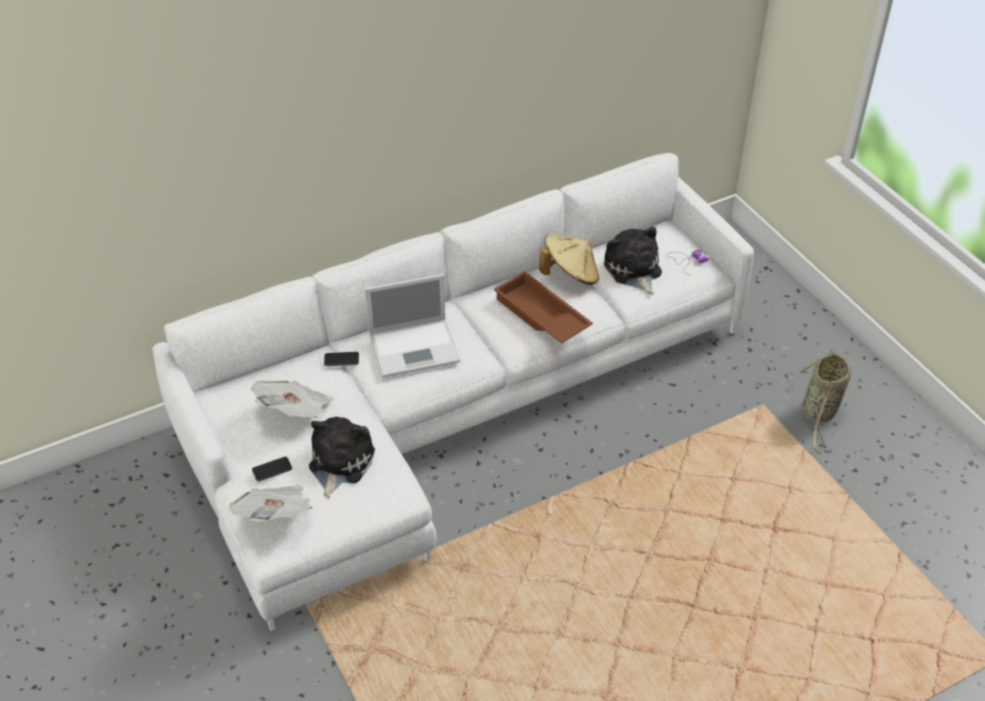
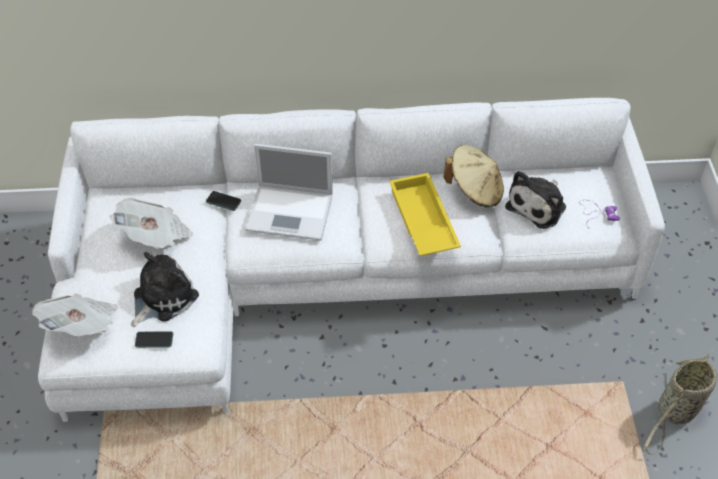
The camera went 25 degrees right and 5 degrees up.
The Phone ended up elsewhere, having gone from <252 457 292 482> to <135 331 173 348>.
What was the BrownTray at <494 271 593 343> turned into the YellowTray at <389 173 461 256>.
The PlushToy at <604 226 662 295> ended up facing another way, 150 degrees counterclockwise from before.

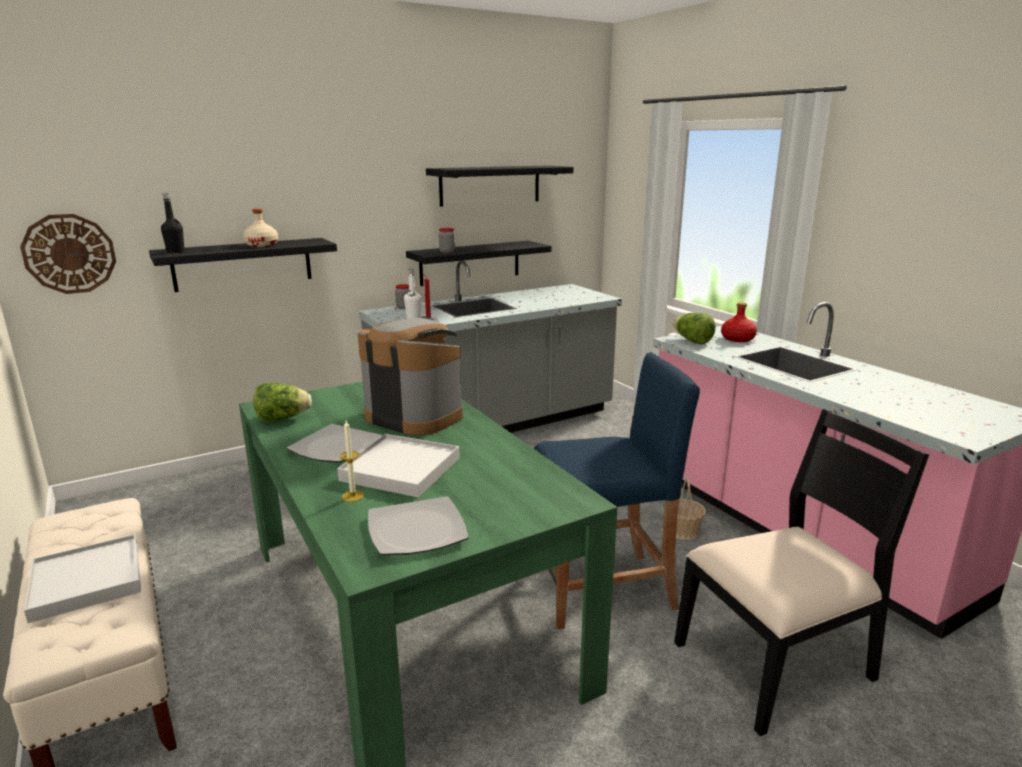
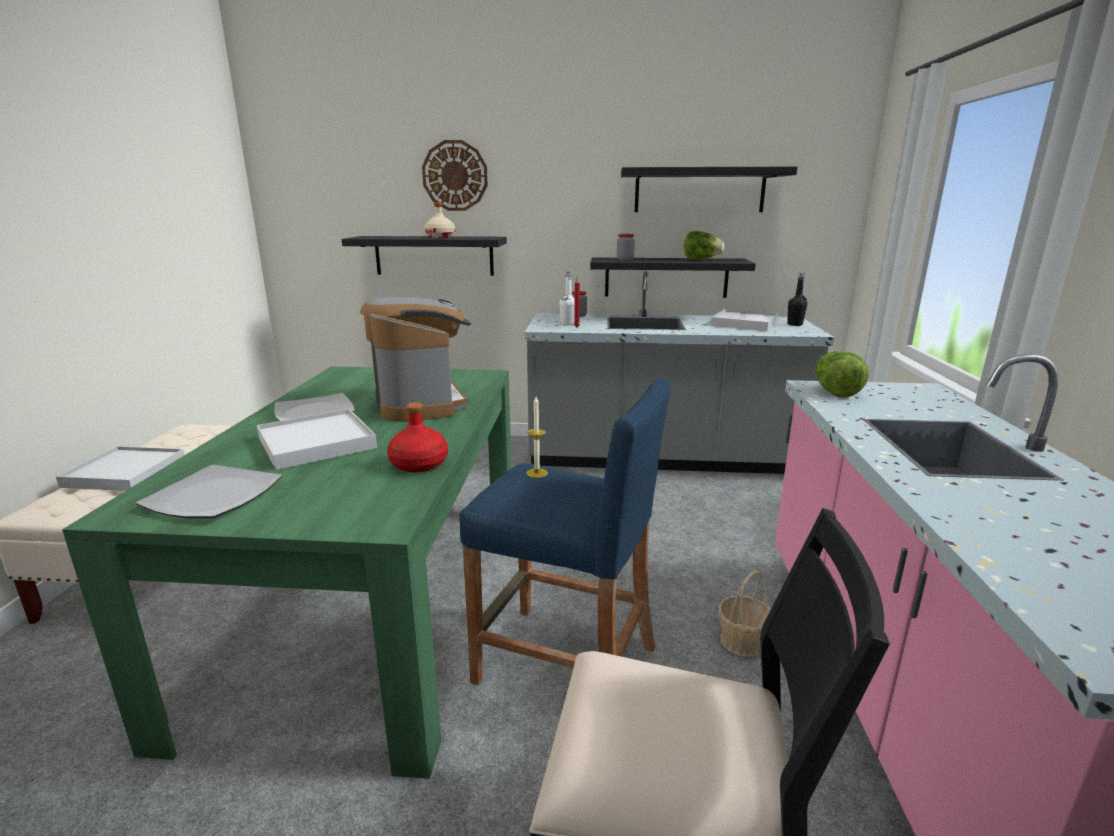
The camera went 35 degrees right and 0 degrees up.
The second view gained the WhiteTray at <711 309 778 331>.
The WallClock ended up elsewhere, having gone from <20 214 116 294> to <422 140 488 211>.
The BlackBottle ended up elsewhere, having gone from <161 193 184 253> to <787 272 807 326>.
The Lettuce ended up elsewhere, having gone from <254 383 312 422> to <684 231 724 260>.
The Candle ended up elsewhere, having gone from <340 421 364 502> to <526 397 548 478>.
The RedBottle ended up elsewhere, having gone from <721 302 757 342> to <387 402 448 472>.

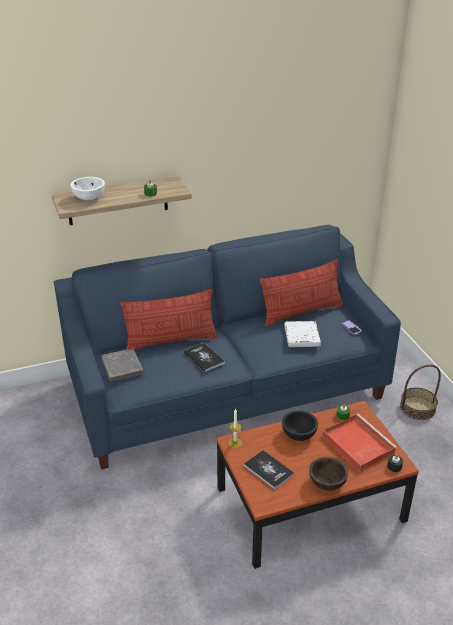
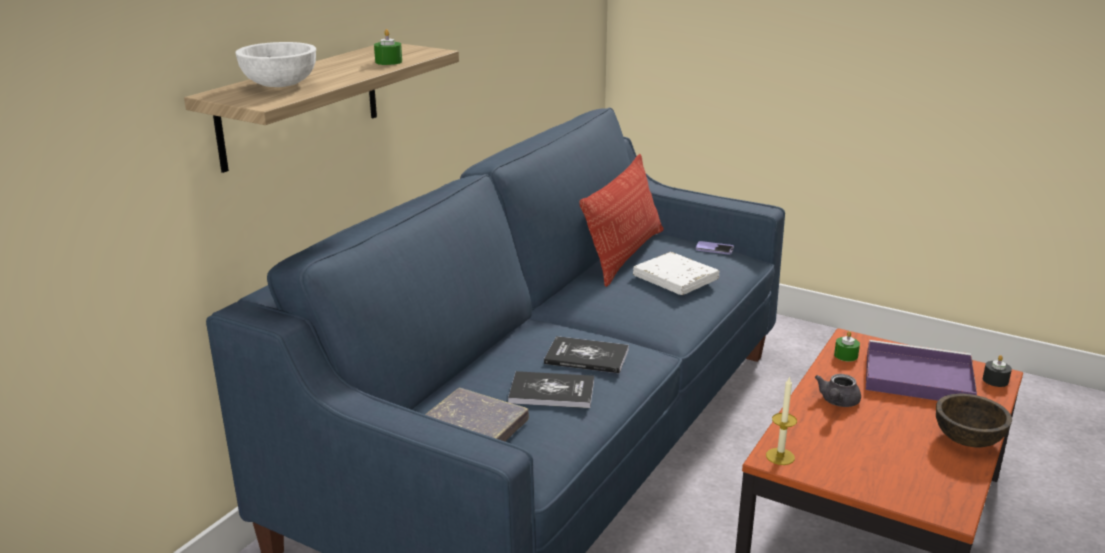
The camera went 40 degrees left and 10 degrees down.
The second view lost the Pillow at <120 289 218 350>.
The second view lost the Basket at <400 365 441 420>.
The Book ended up elsewhere, having gone from <244 450 294 490> to <508 371 594 408>.
Where the BlackBowl stood at <282 410 318 441>, the GreyTeapot came to stand at <815 374 861 407>.
What was the RedTray at <322 414 397 471> turned into the PurpleTray at <866 340 977 401>.

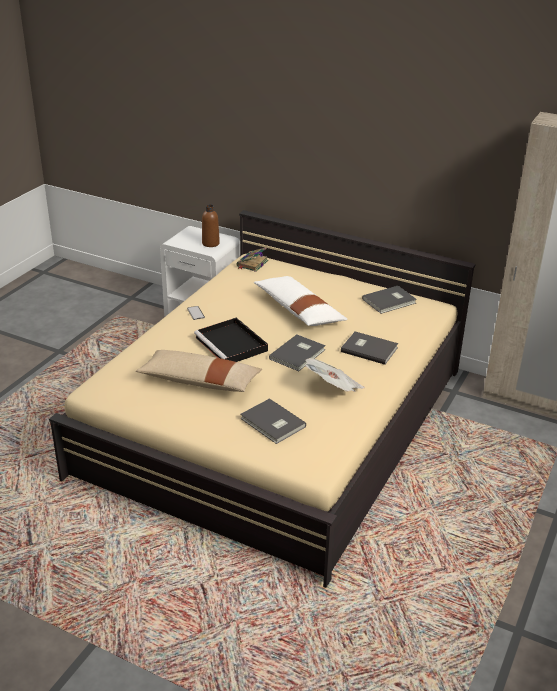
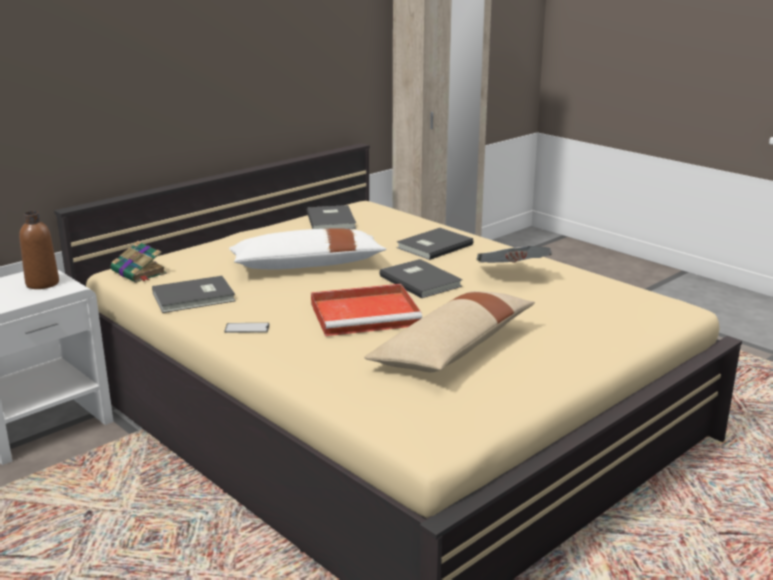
The camera went 70 degrees left and 10 degrees down.
The GreyBook ended up elsewhere, having gone from <240 398 306 444> to <152 276 236 313>.
What was the BlackTray at <194 318 268 362> turned into the RedTray at <311 284 422 336>.

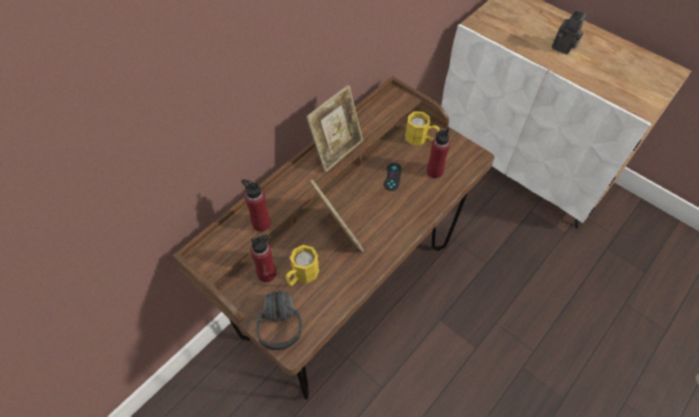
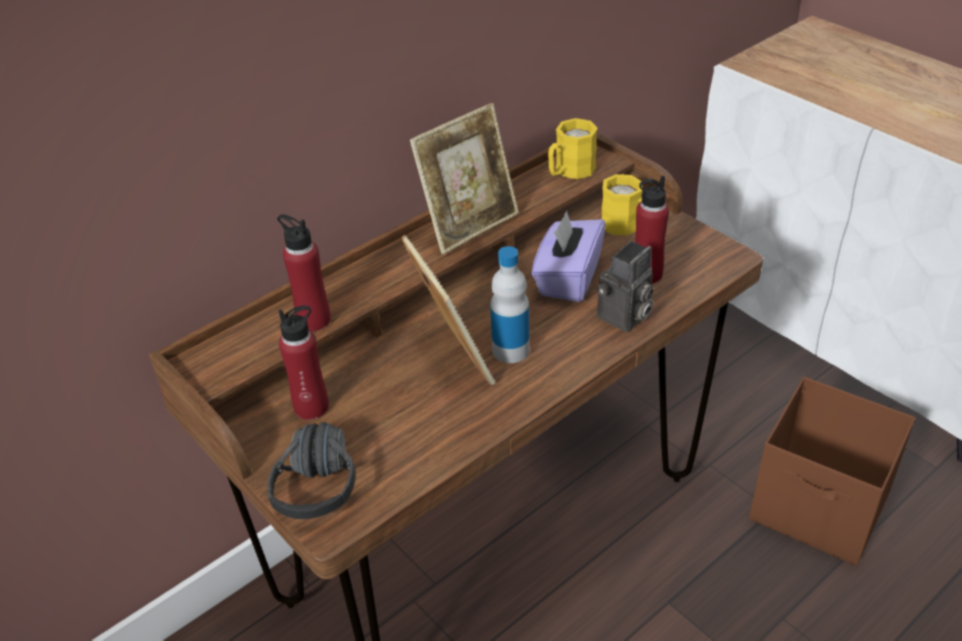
The camera went 10 degrees right and 15 degrees down.
The second view gained the Bottle at <490 246 530 363>.
The second view gained the BrownStorageBox at <749 376 916 566>.
The YellowMug ended up elsewhere, having gone from <286 245 319 286> to <548 118 598 179>.
The PhotoCamera ended up elsewhere, having gone from <552 10 586 54> to <597 241 654 332>.
Where the BlackGameController stood at <384 163 402 191>, the PurpleTissueBox came to stand at <532 211 606 302>.

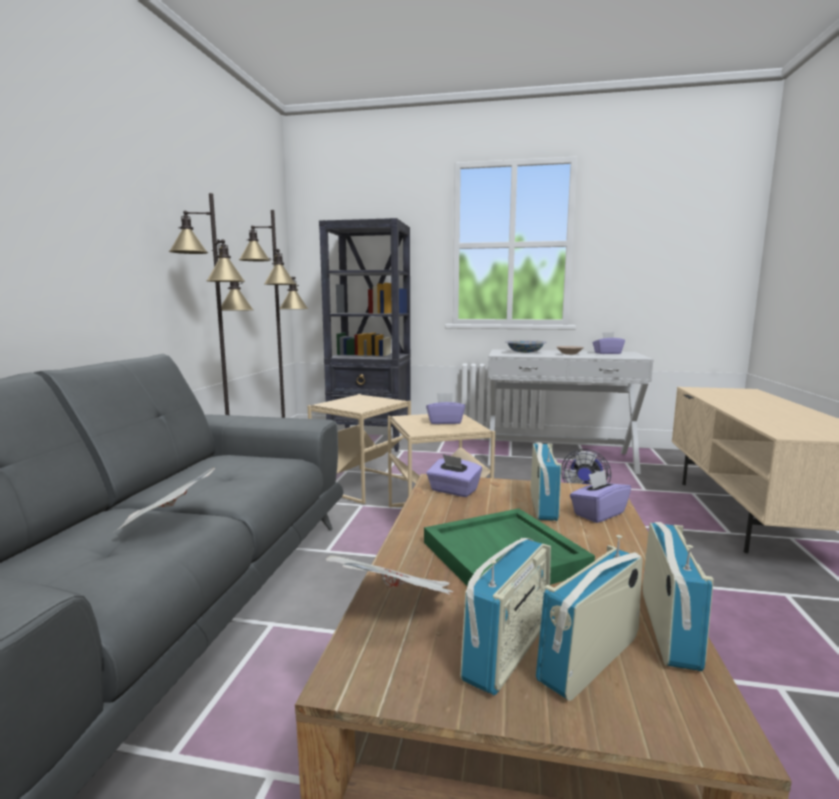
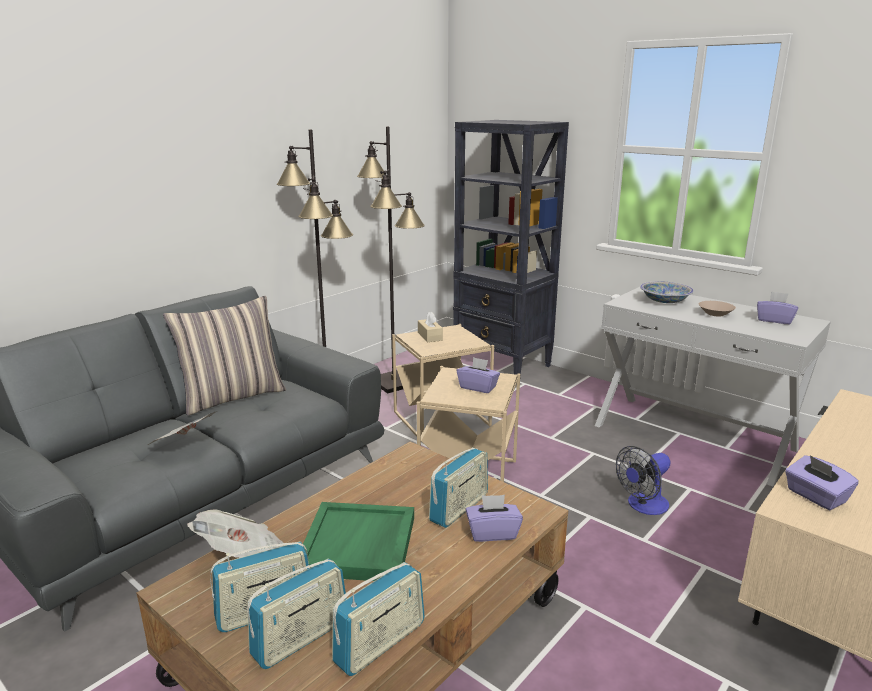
The camera went 30 degrees right and 10 degrees up.
The second view gained the Pillow at <163 296 286 416>.
The second view gained the BeigeTissueBox at <418 312 443 342>.
The PurpleTissueBox ended up elsewhere, having gone from <427 454 482 497> to <785 455 859 510>.
The Radio at <536 535 643 701> ended up facing another way, 150 degrees clockwise from before.

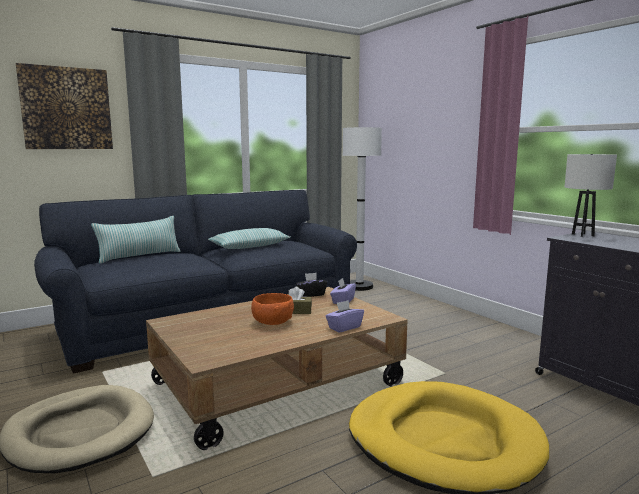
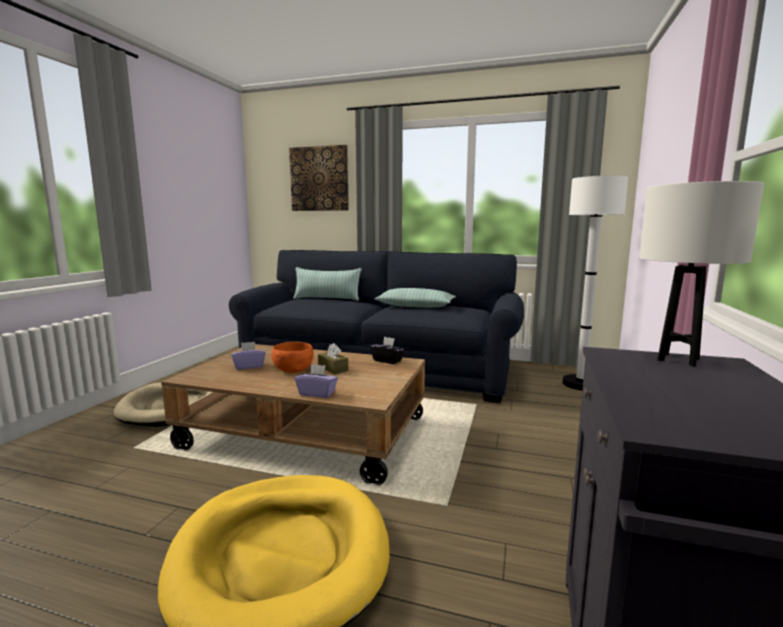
The camera went 50 degrees right and 0 degrees up.
The PurpleTissueBox ended up elsewhere, having gone from <330 278 356 304> to <232 342 265 370>.

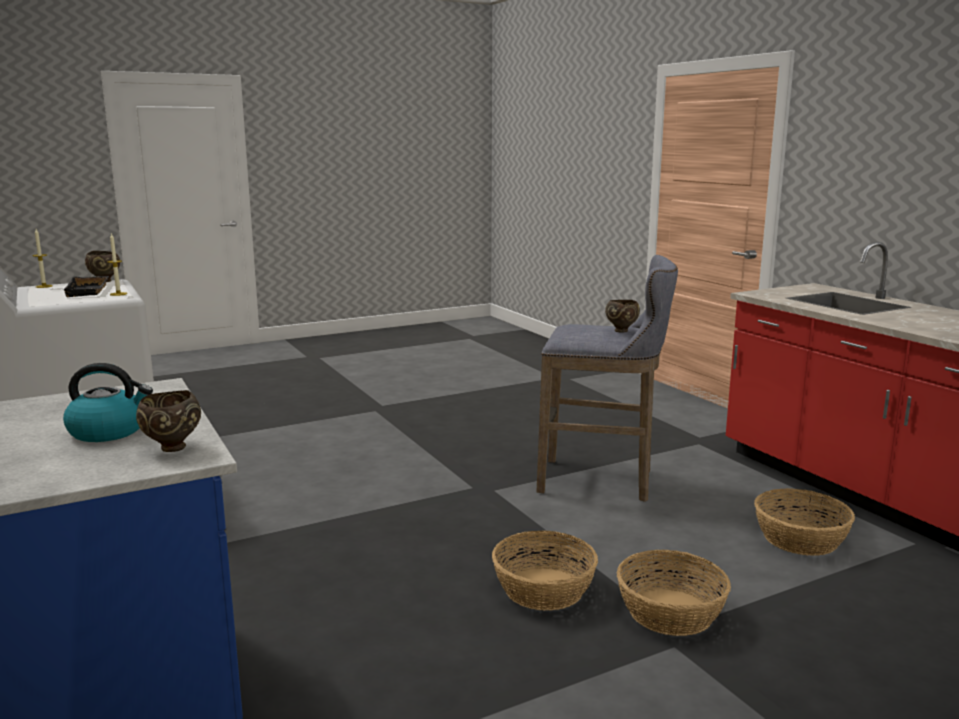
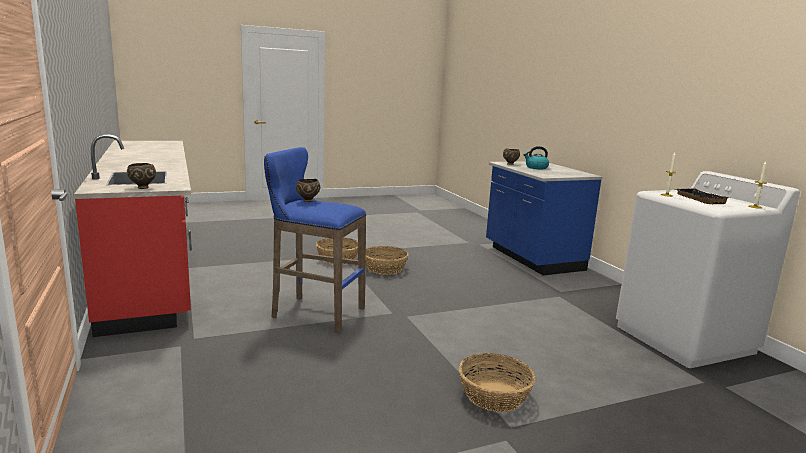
The camera went 175 degrees left and 0 degrees up.
The BrownBowl ended up elsewhere, having gone from <85 251 120 282> to <127 163 156 189>.
The Basket ended up elsewhere, having gone from <754 488 855 556> to <459 353 535 412>.
What was the GreyStool at <536 255 678 502> turned into the BlueStool at <264 147 366 333>.

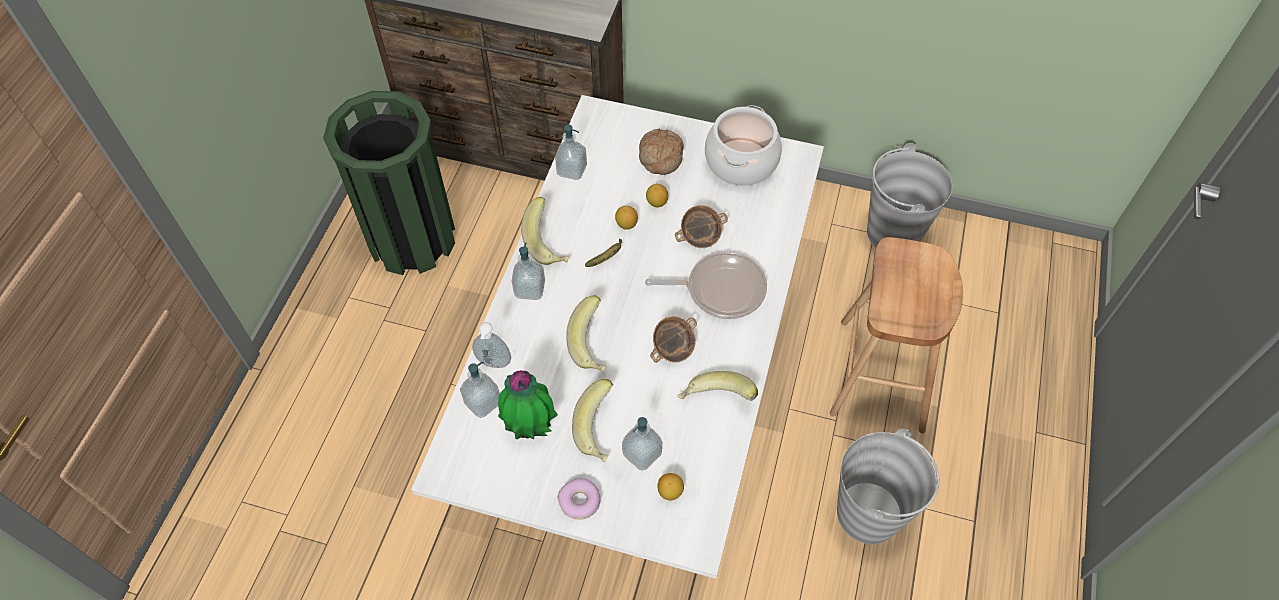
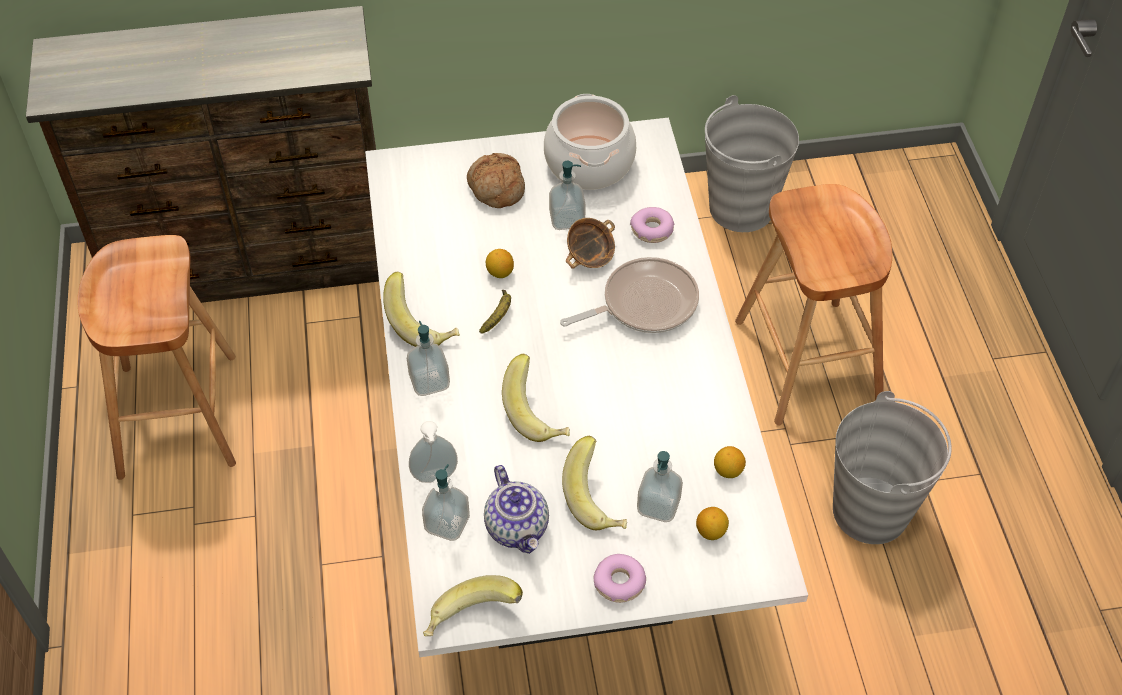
The camera went 25 degrees left and 5 degrees down.
The second view lost the Bowl at <650 316 697 363>.
The second view gained the Donut at <630 207 675 243>.
The SoapDispenser ended up elsewhere, having gone from <555 125 587 180> to <549 161 586 230>.
The Lemon ended up elsewhere, having gone from <646 184 668 207> to <714 446 746 478>.
The Banana ended up elsewhere, having gone from <678 371 758 401> to <423 575 523 636>.
Where the GreenTrashCan stood at <323 91 455 275>, the BrownStool came to stand at <77 235 236 480>.
Where the PottedPlant stood at <498 370 558 439>, the Teapot came to stand at <484 465 549 554>.

